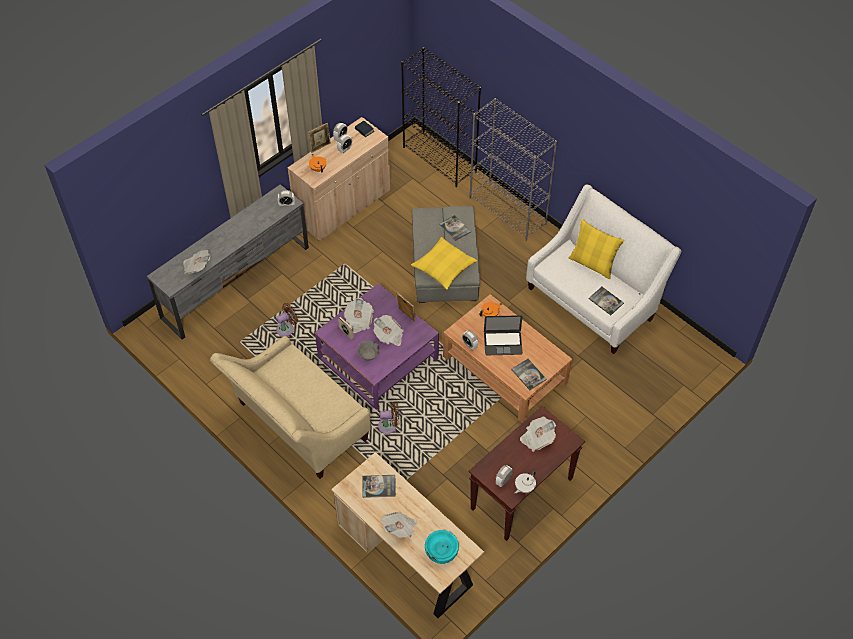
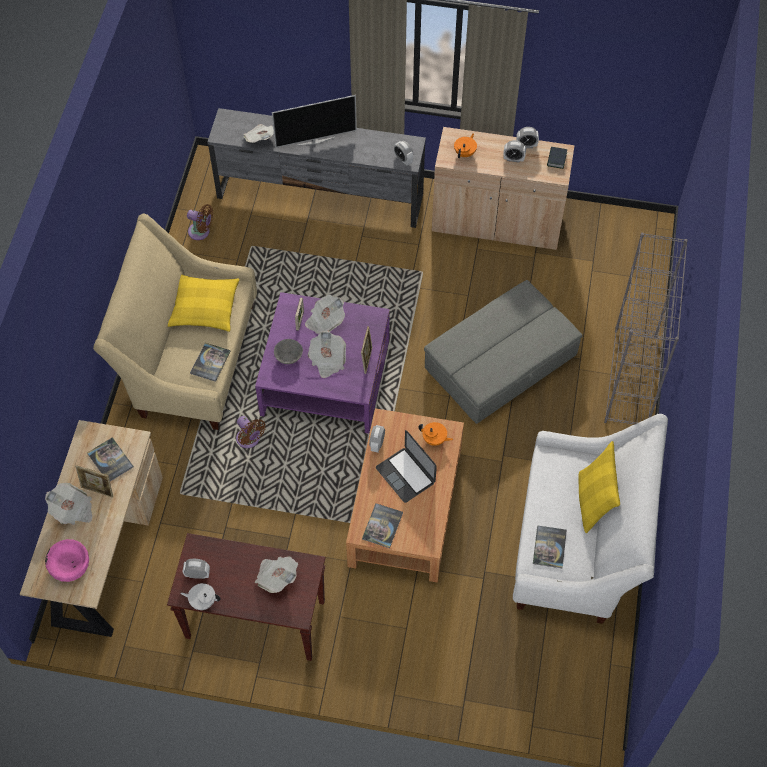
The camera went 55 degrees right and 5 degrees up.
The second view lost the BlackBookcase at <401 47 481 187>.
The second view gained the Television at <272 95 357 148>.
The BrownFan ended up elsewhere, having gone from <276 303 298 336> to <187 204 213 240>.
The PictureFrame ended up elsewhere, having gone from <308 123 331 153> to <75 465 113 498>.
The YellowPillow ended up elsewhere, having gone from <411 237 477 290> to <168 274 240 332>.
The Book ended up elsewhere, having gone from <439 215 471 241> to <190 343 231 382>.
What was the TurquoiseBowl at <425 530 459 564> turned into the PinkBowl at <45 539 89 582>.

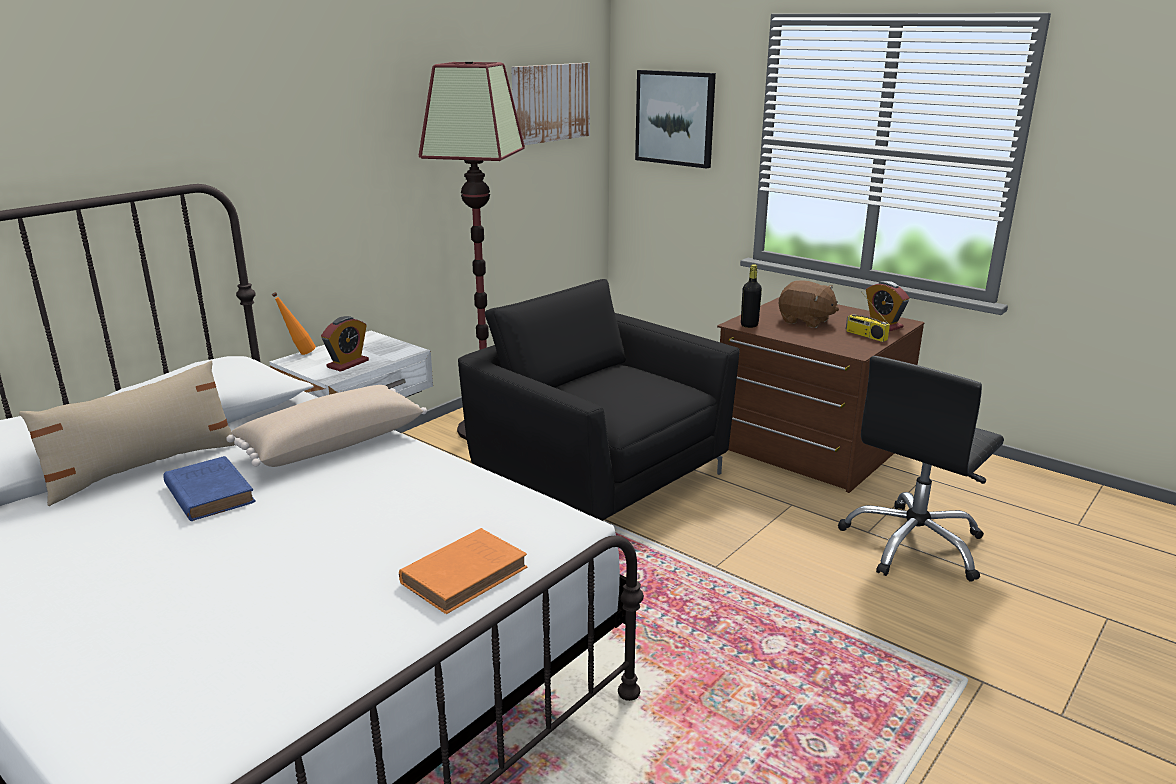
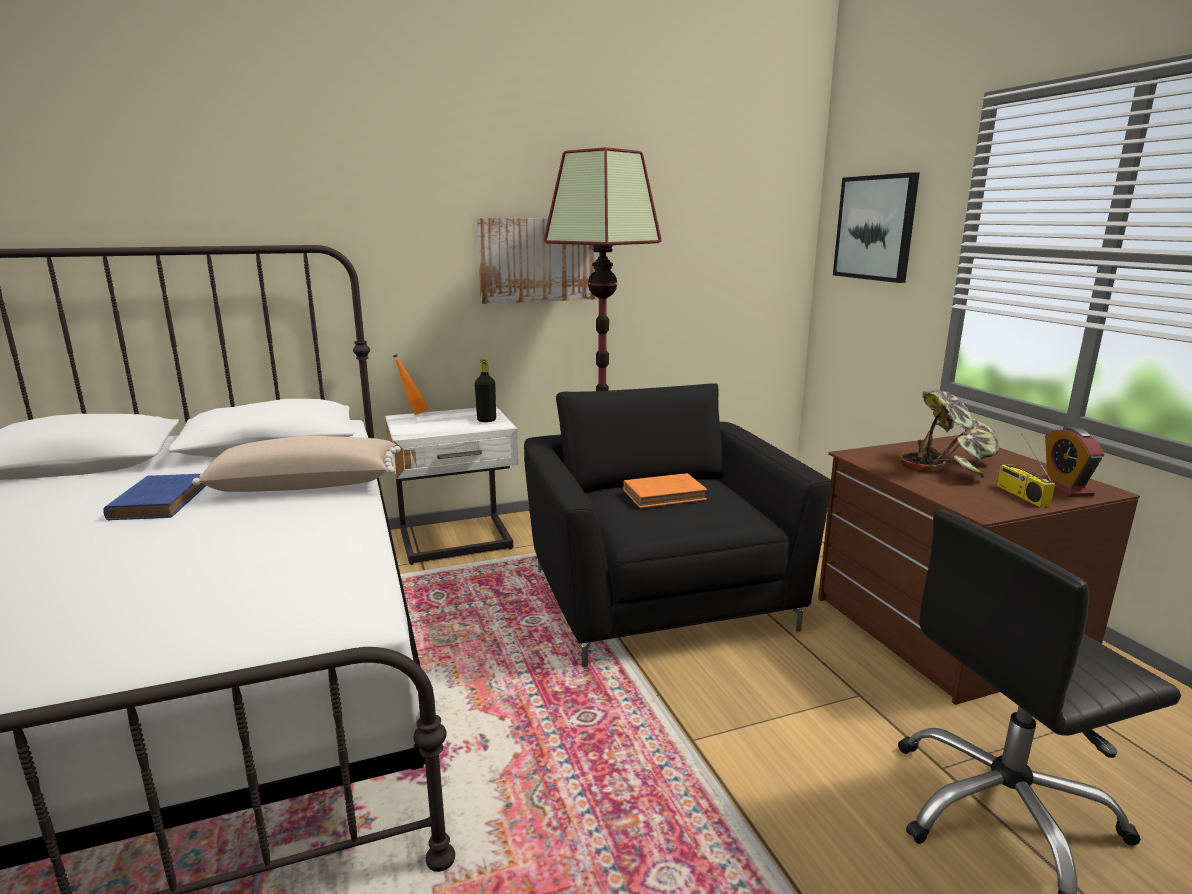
The camera went 30 degrees right and 5 degrees down.
The second view lost the BeigePillow at <19 360 235 506>.
The second view lost the AlarmClock at <321 316 369 372>.
The OrangeBook ended up elsewhere, having gone from <399 528 527 614> to <623 473 707 508>.
The Picture ended up elsewhere, having gone from <511 63 590 145> to <477 218 597 304>.
The BlackBottle ended up elsewhere, having gone from <741 264 762 328> to <475 358 496 422>.
Where the BrownPlushToy stood at <779 280 839 328>, the PottedPlant came to stand at <900 390 1001 478>.

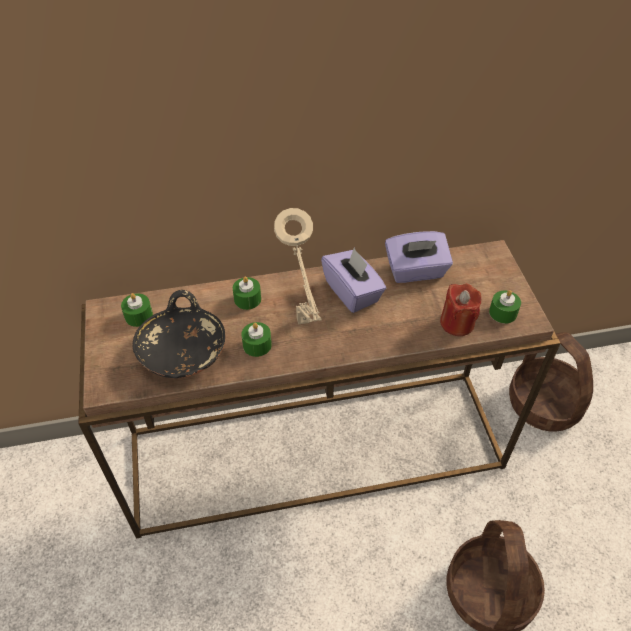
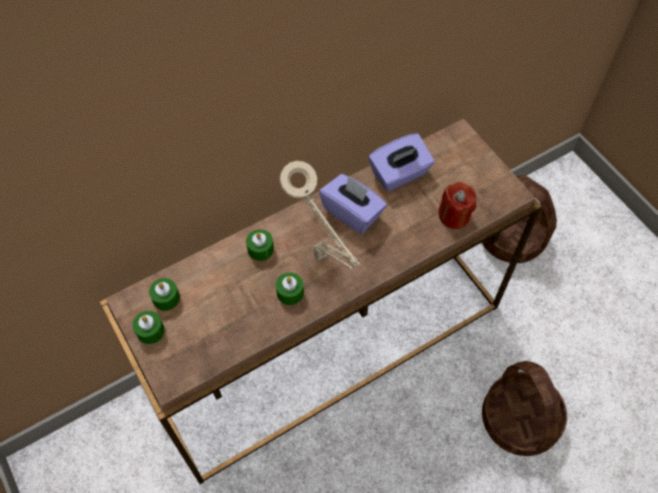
The camera went 20 degrees left and 10 degrees up.
The second view lost the BlackBowl at <133 290 225 378>.
The GreenCandle ended up elsewhere, having gone from <489 290 521 324> to <133 311 165 344>.

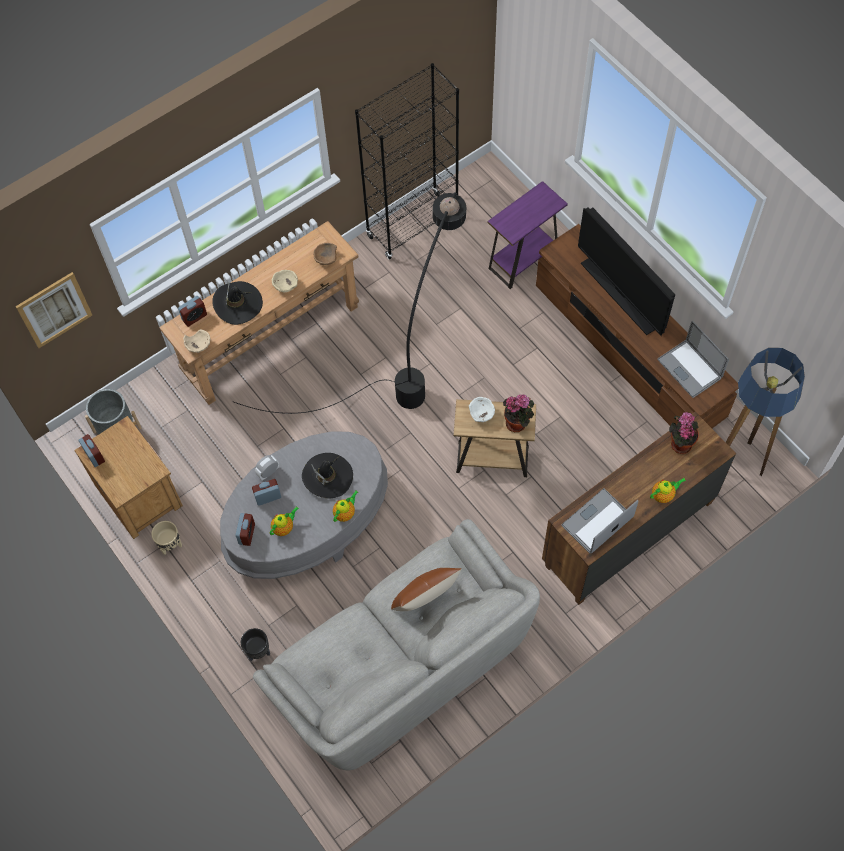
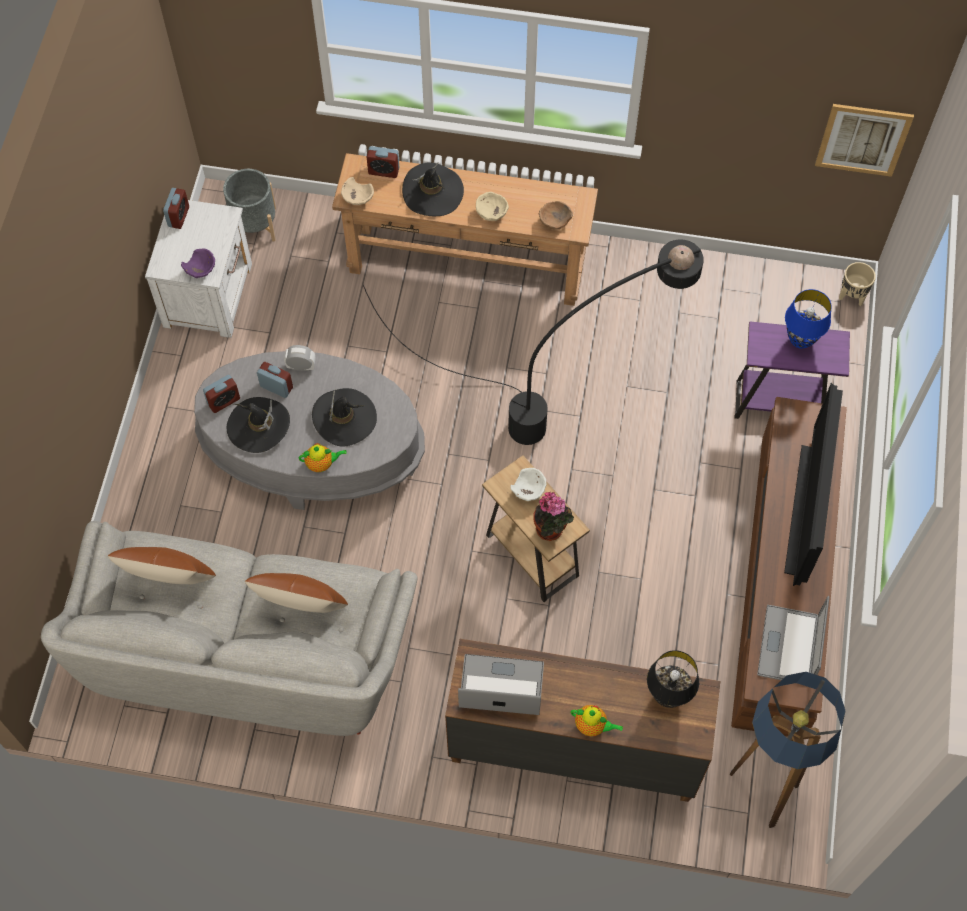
The camera went 45 degrees right and 0 degrees up.
The second view lost the BlackPlanter at <241 628 270 661>.
The second view lost the BlackBookcase at <355 63 459 259>.
The second view gained the BrownPillow at <108 547 216 584>.
The second view gained the PurpleBowl at <181 249 215 278>.
The second view gained the BlueTableLamp at <785 289 832 349>.
The Picture ended up elsewhere, having gone from <15 272 92 348> to <815 104 914 177>.
The BeigePlanter ended up elsewhere, having gone from <151 521 182 555> to <839 262 876 306>.
Where the Teapot stood at <270 506 299 536>, the BlackHat came to stand at <227 397 290 453>.
Where the PottedPlant stood at <669 412 699 454>, the BlackTableLamp came to stand at <647 650 699 708>.
What was the BrownNightstand at <74 416 183 539> turned into the WhiteNightstand at <145 200 252 338>.

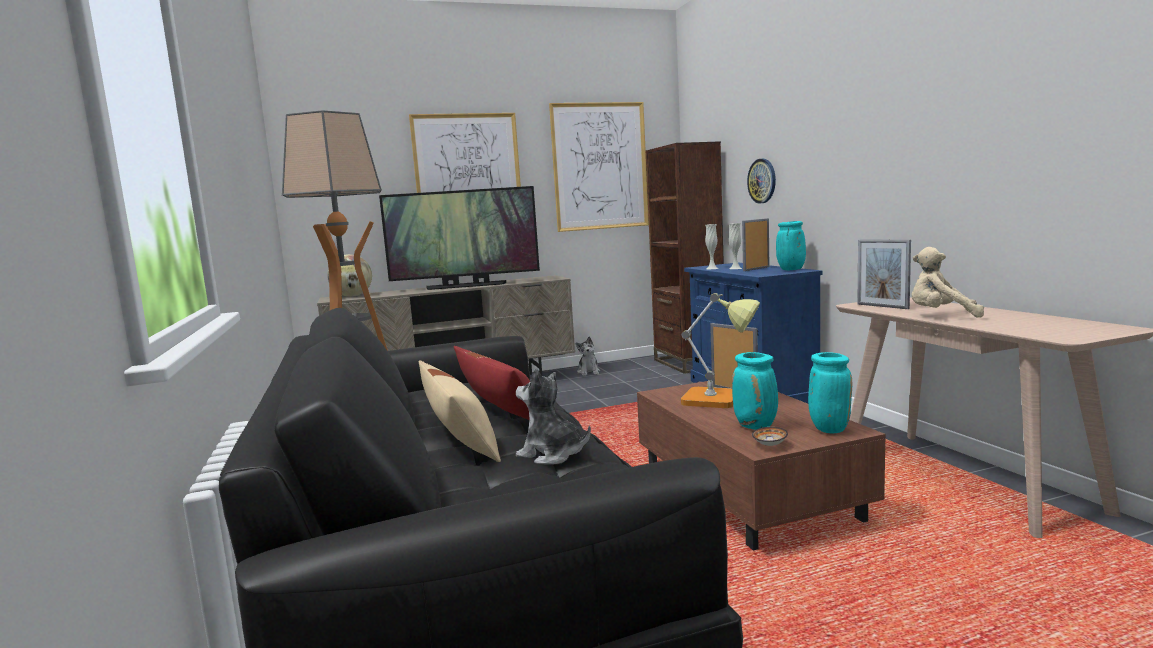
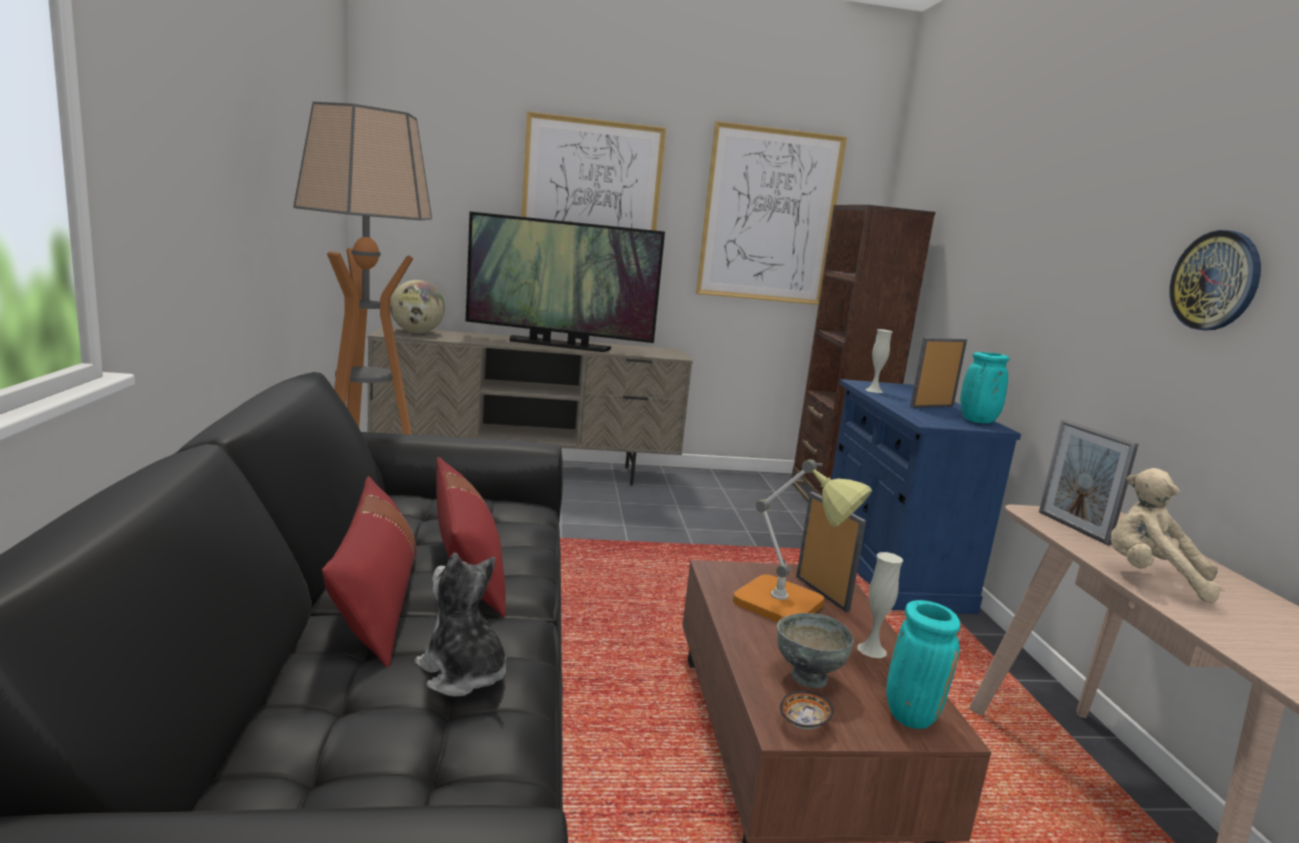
The camera went 10 degrees right and 5 degrees up.
The second view lost the PlushToy at <576 337 600 376>.
The WhiteVase ended up elsewhere, having gone from <729 223 742 269> to <858 552 903 658>.
The WallClock ended up elsewhere, having gone from <747 159 776 204> to <1169 230 1261 330>.
Where the TurquoiseVase stood at <732 352 778 430>, the GreyBowl came to stand at <777 613 854 688>.
What was the BeigePillow at <419 360 501 462> turned into the RedPillow at <322 476 416 667>.

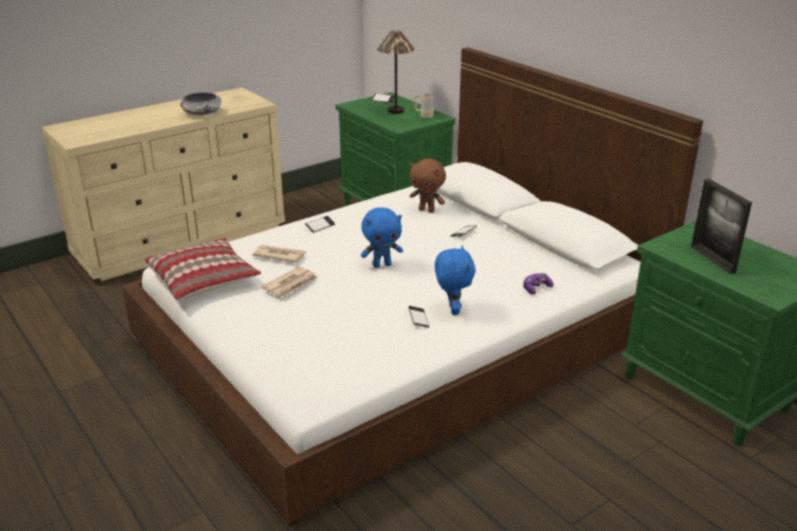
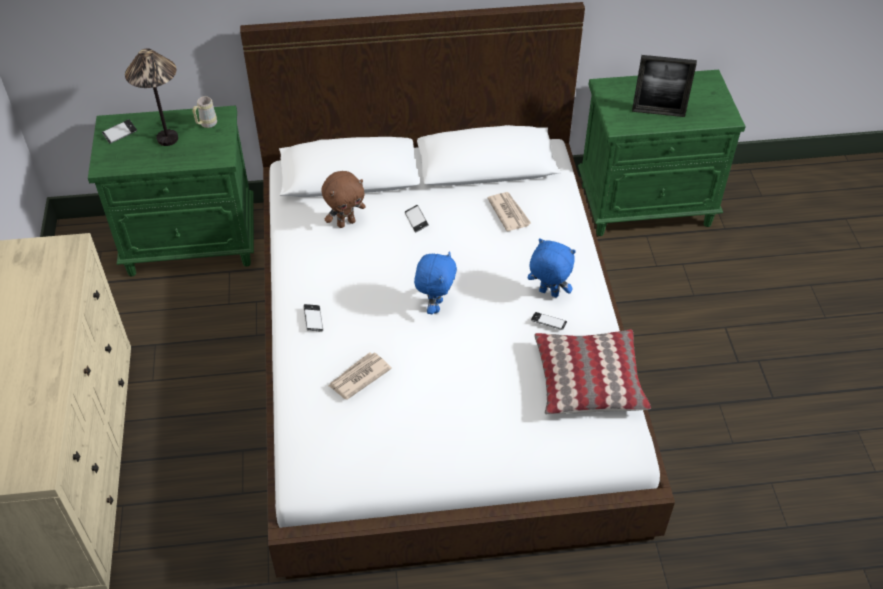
The camera went 60 degrees left and 20 degrees up.
The second view lost the Bowl at <180 92 221 116>.
The second view lost the GameController at <523 273 554 295>.
The Pillow ended up elsewhere, having gone from <144 238 261 300> to <534 329 651 414>.
The Newspaper ended up elsewhere, having gone from <262 267 318 297> to <487 192 532 232>.

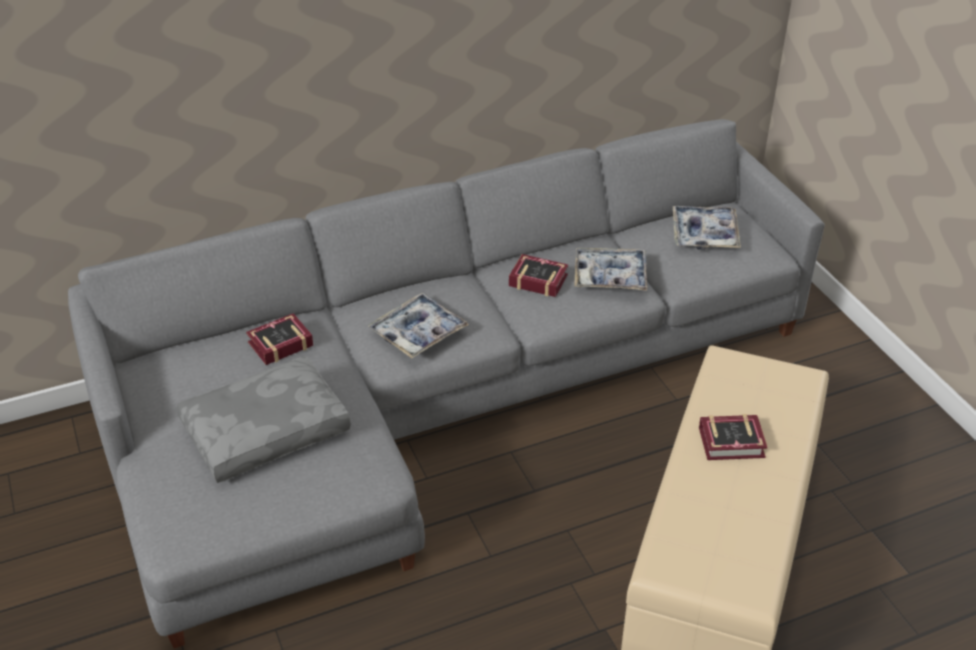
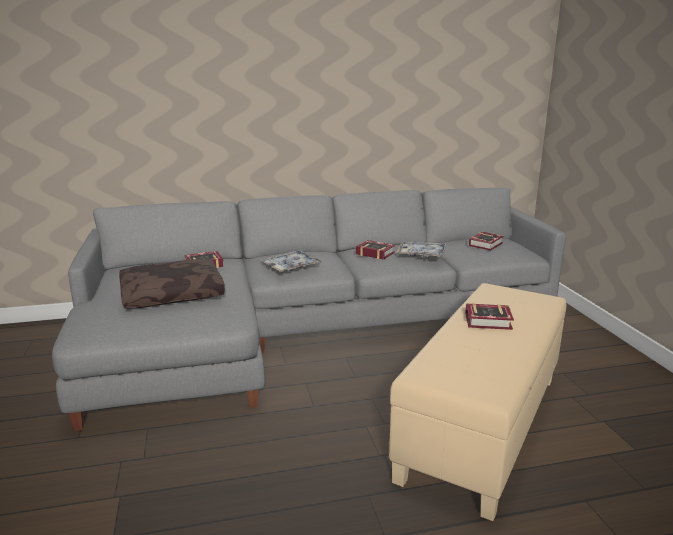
The camera went 10 degrees right and 20 degrees down.
Where the Tray stood at <673 206 741 250>, the Book came to stand at <469 232 504 250>.
What was the GreyPillow at <177 356 351 483> turned into the BrownPillow at <119 259 225 308>.

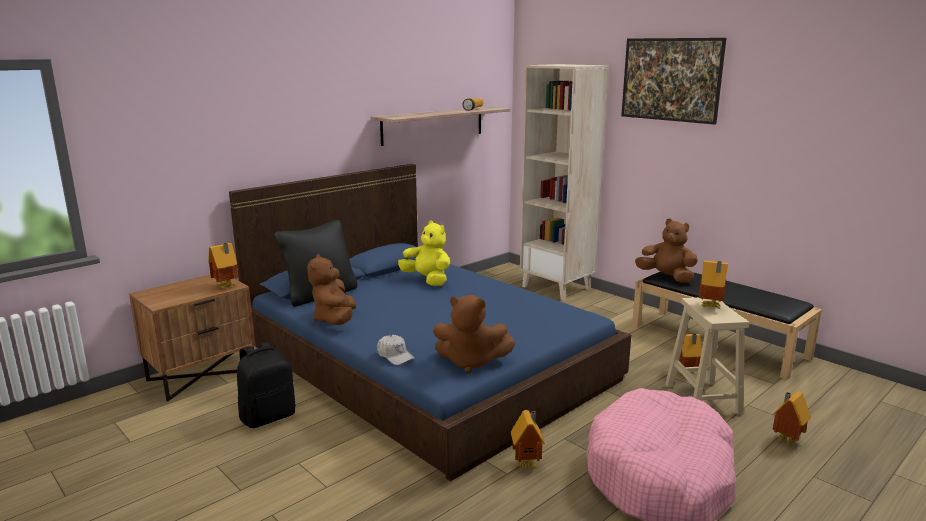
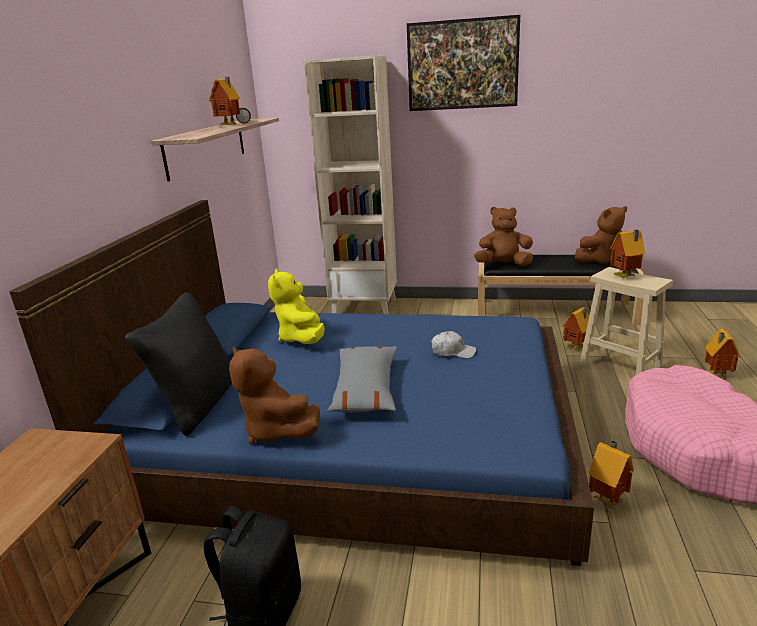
The camera went 35 degrees left and 5 degrees up.
The second view gained the GreyPillow at <327 346 397 412>.
The ToyHouse ended up elsewhere, having gone from <208 243 238 289> to <209 77 240 125>.
The WhiteCap ended up elsewhere, having gone from <377 335 415 365> to <431 331 476 359>.
The BrownPlushToy ended up elsewhere, having gone from <433 295 515 373> to <575 206 627 263>.
The YellowPlushToy at <398 220 450 286> ended up facing another way, 105 degrees counterclockwise from before.

